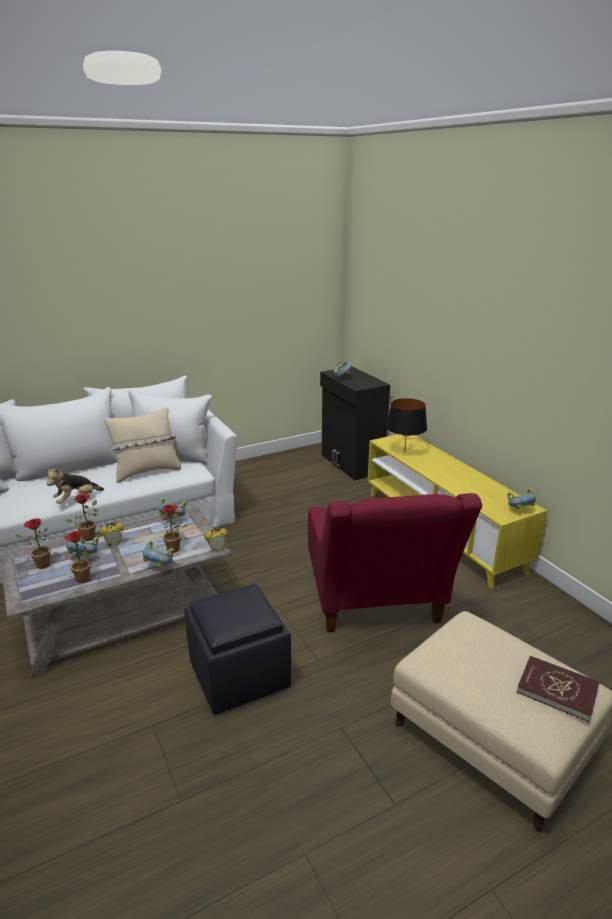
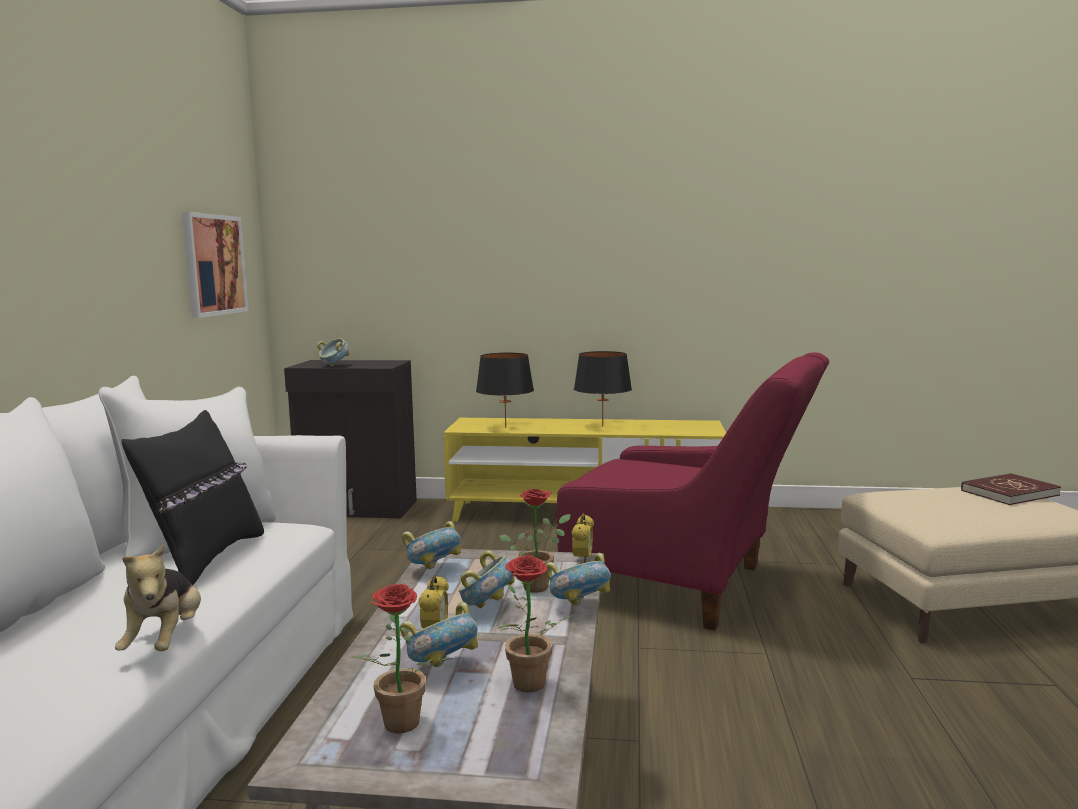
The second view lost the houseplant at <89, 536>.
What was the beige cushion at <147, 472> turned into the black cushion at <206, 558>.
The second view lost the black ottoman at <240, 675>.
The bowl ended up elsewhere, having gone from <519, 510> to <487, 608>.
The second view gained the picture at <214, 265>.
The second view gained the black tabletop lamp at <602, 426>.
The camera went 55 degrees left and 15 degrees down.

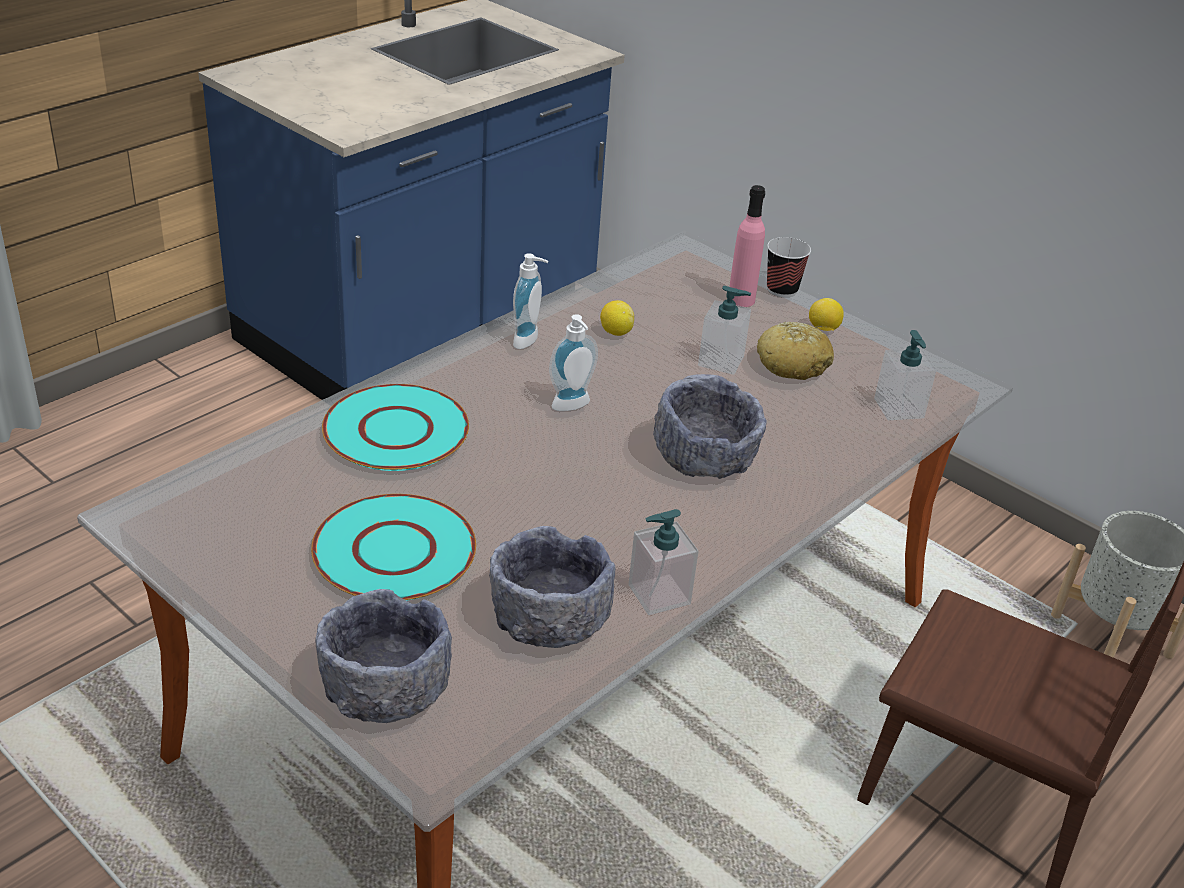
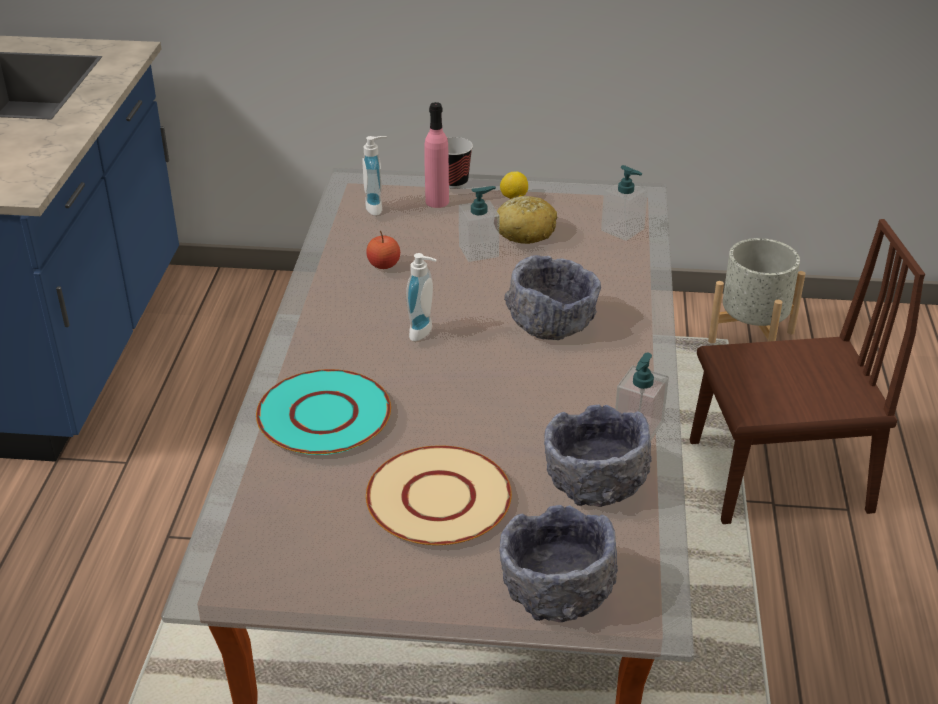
What was the blue-green plate at <395, 551> turned into the beige plate at <440, 498>.
The soap dispenser ended up elsewhere, having gone from <529, 341> to <377, 207>.
Where the whole lemon stood at <616, 332>, the apple fruit came to stand at <383, 265>.
The camera went 35 degrees left and 0 degrees up.

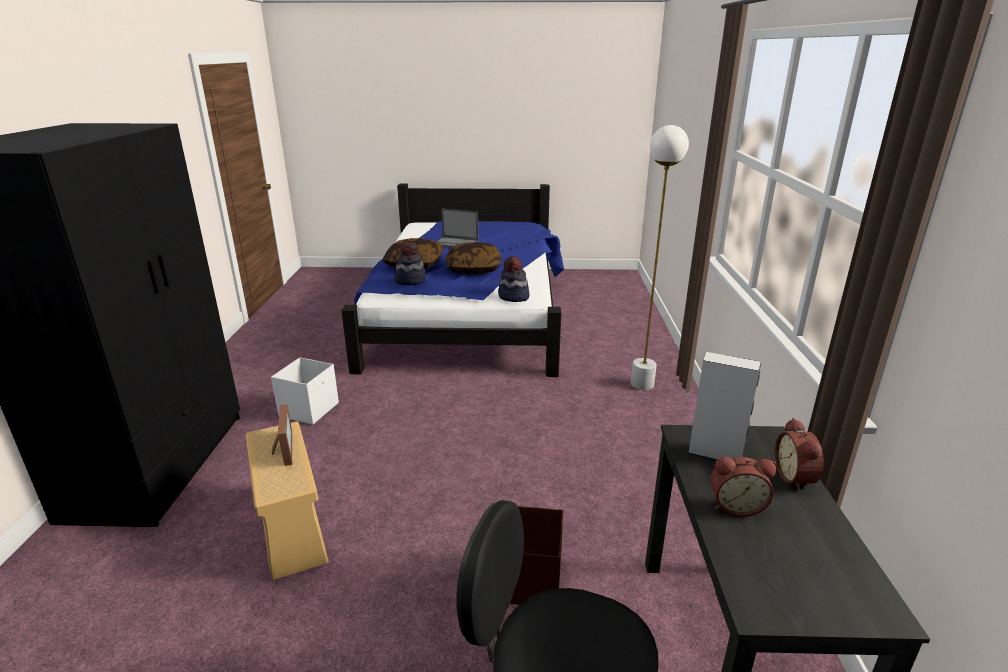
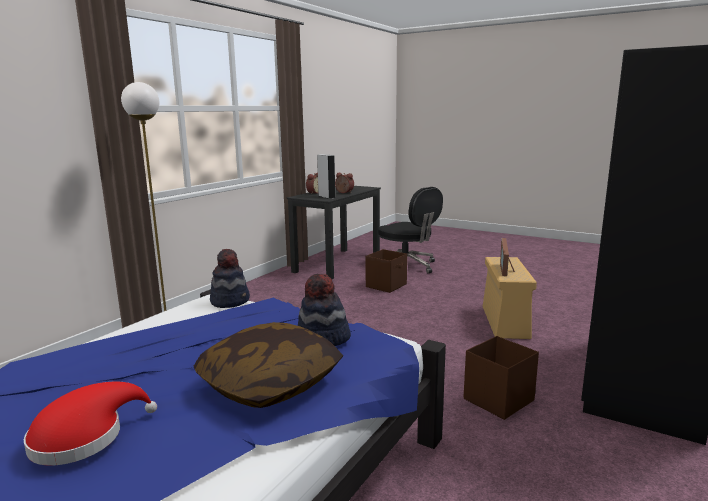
What was the whitish storage bin at <310, 409> turned into the brown storage bin at <497, 400>.
Where the notebook computer stood at <455, 243>, the reddish wearable hat came to stand at <84, 437>.
The second view lost the cushion at <474, 269>.
The camera went 150 degrees left and 10 degrees down.

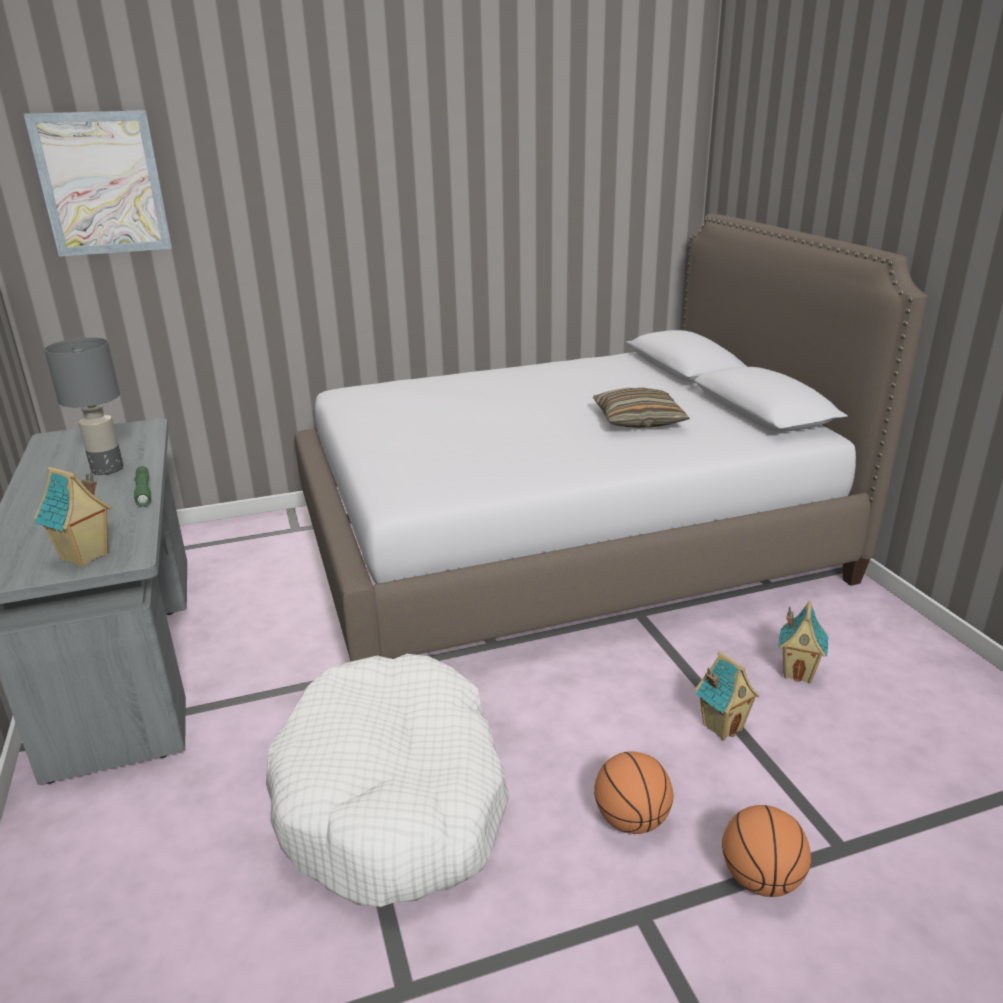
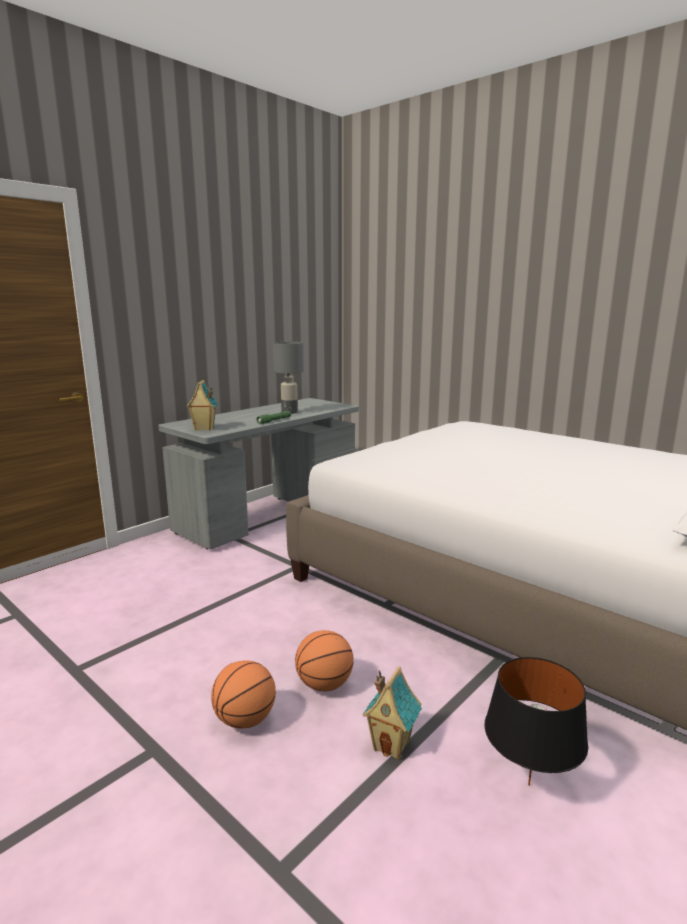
The second view lost the picture at <102, 184>.
The second view lost the whitish pet bed at <394, 798>.
The second view lost the cushion at <638, 420>.
The ball for basketball ended up elsewhere, having gone from <760, 879> to <324, 685>.
Where the toy house stood at <798, 673>, the black tabletop lamp came to stand at <528, 785>.
The camera went 60 degrees right and 10 degrees down.

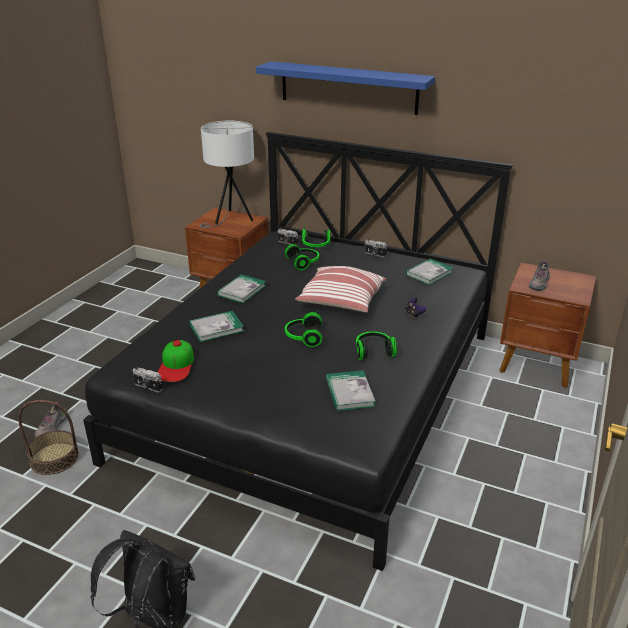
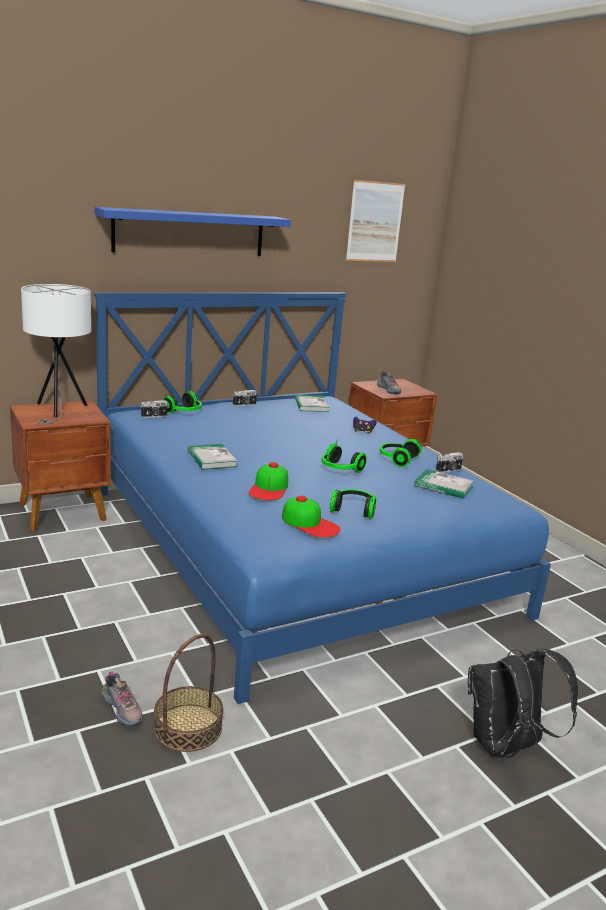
What was the black bedroom bed at <313, 393> turned into the blue-coloured bedroom bed at <293, 549>.
The still camera ended up elsewhere, having gone from <148, 387> to <449, 470>.
Where the volume stood at <216, 328>, the baseball cap came to stand at <269, 488>.
The headset ended up elsewhere, having gone from <304, 263> to <353, 510>.
The second view lost the cushion at <341, 302>.
The second view gained the picture at <375, 222>.
The camera went 55 degrees left and 10 degrees down.

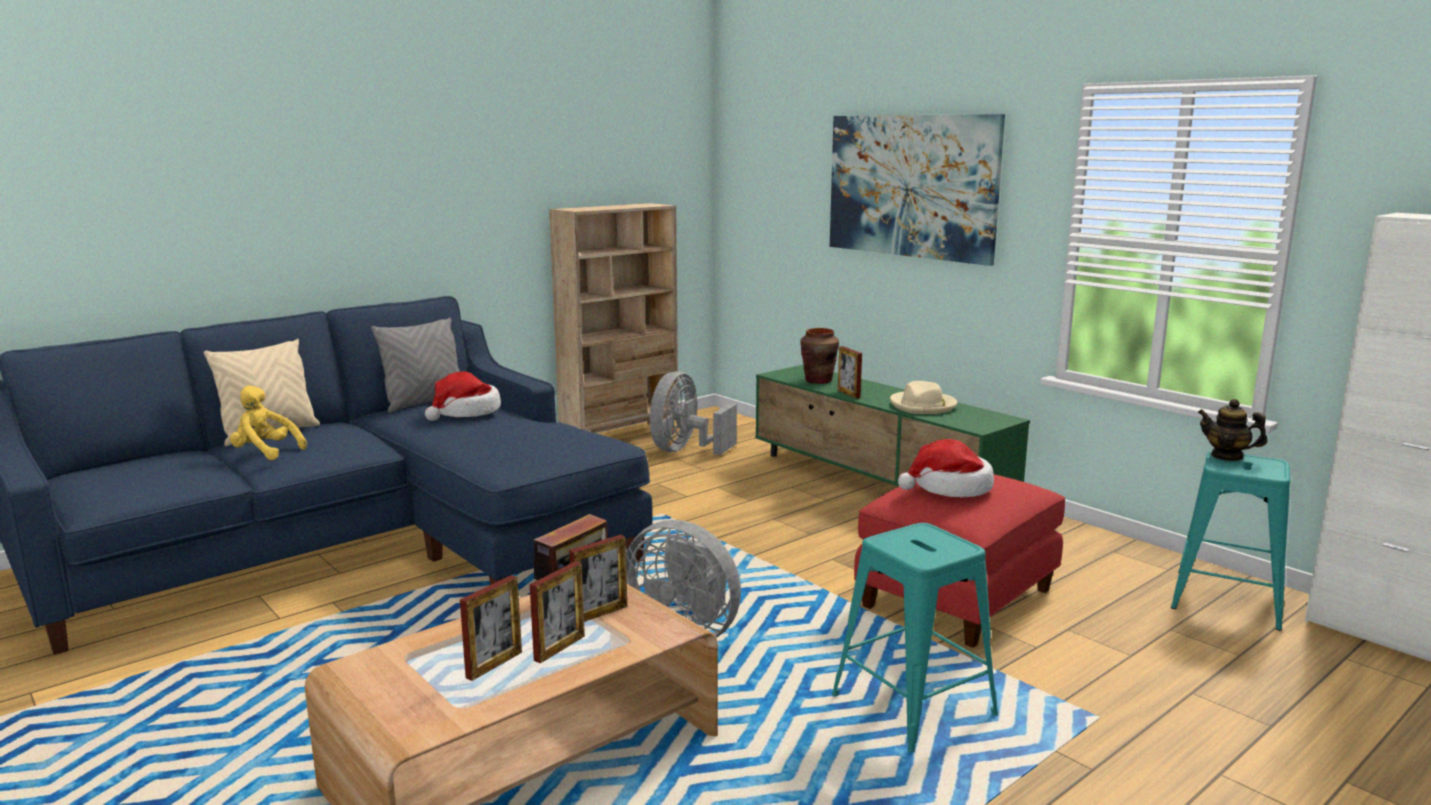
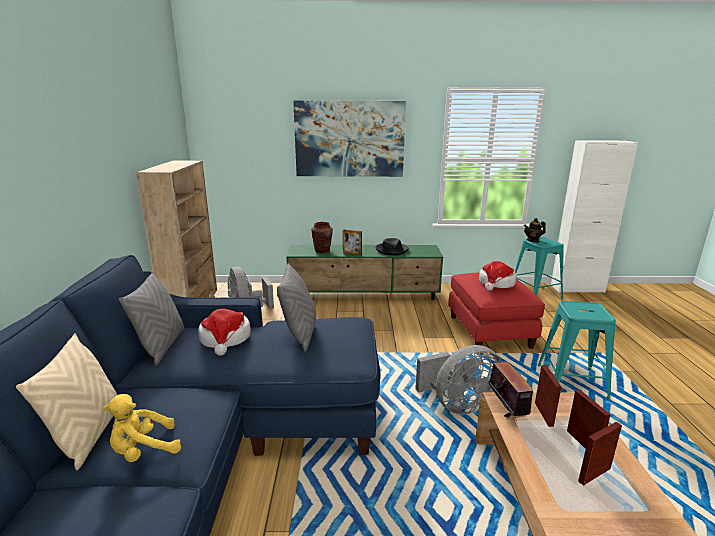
The standing frame at <494, 665> ended up facing another way, 105 degrees counterclockwise from before.
What was the beige wearable hat at <923, 406> turned into the black wearable hat at <392, 250>.
The second view gained the greyish cushion at <300, 334>.
The camera went 50 degrees left and 5 degrees up.

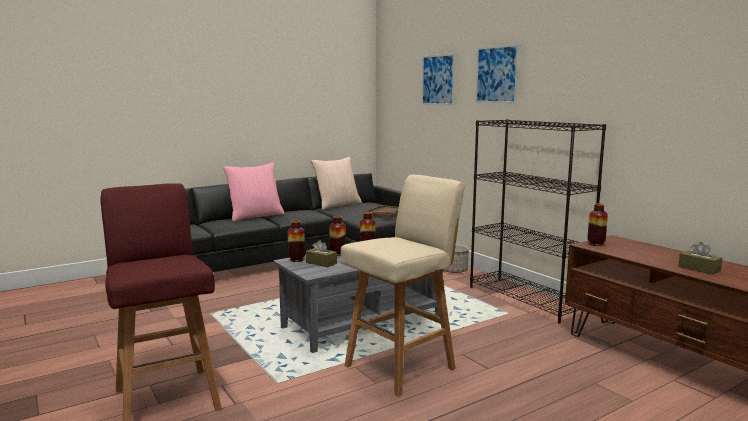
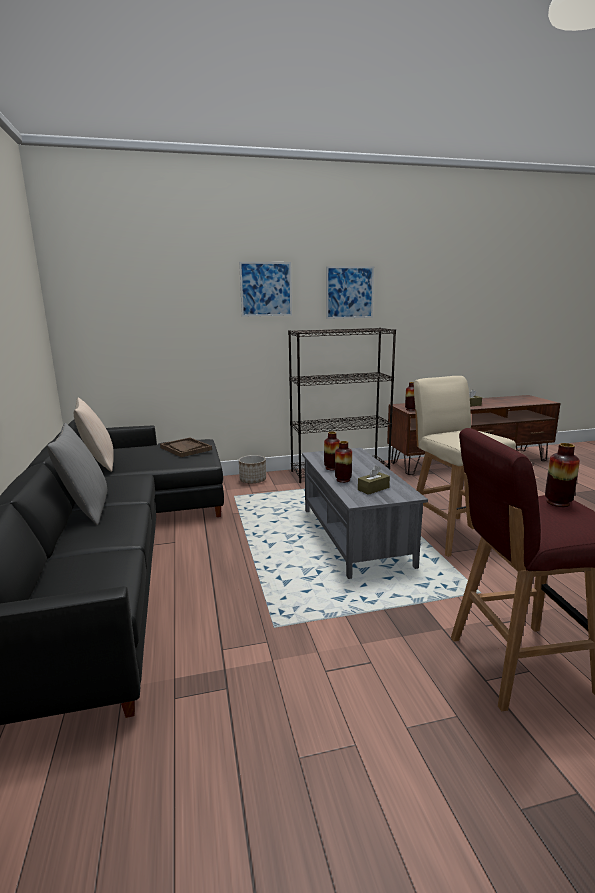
What was the pinkish cushion at <255, 216> turned into the greyish cushion at <86, 509>.
The vase ended up elsewhere, having gone from <296, 259> to <558, 503>.
The picture ended up elsewhere, having gone from <438, 80> to <349, 292>.
The camera went 70 degrees left and 5 degrees up.

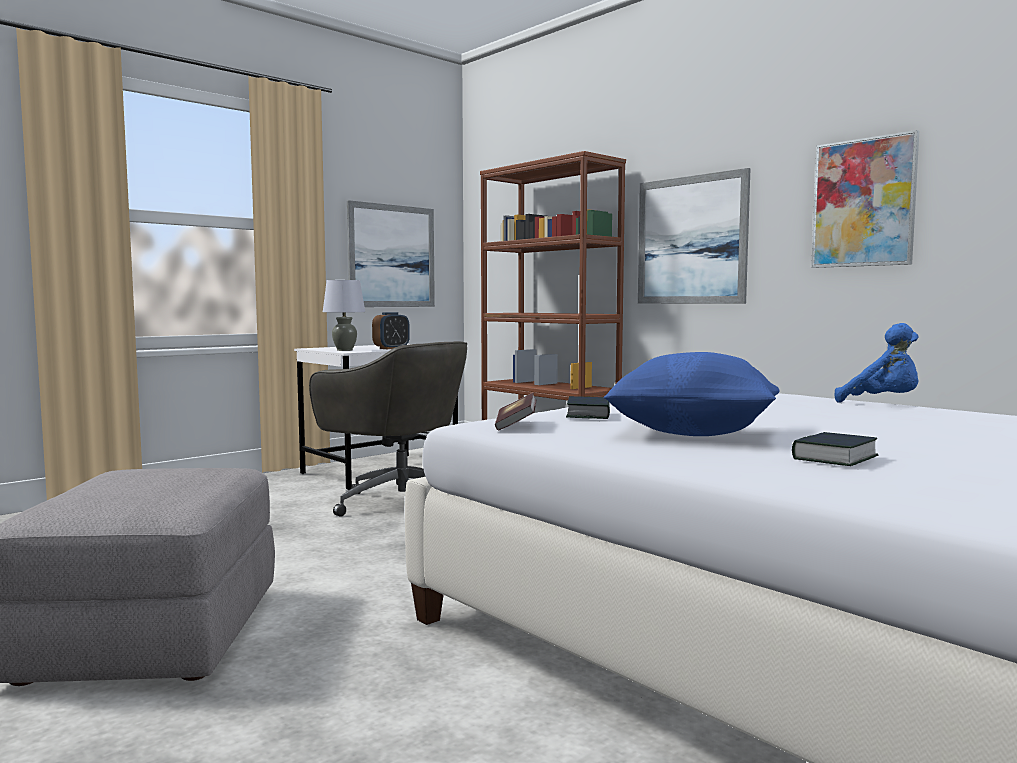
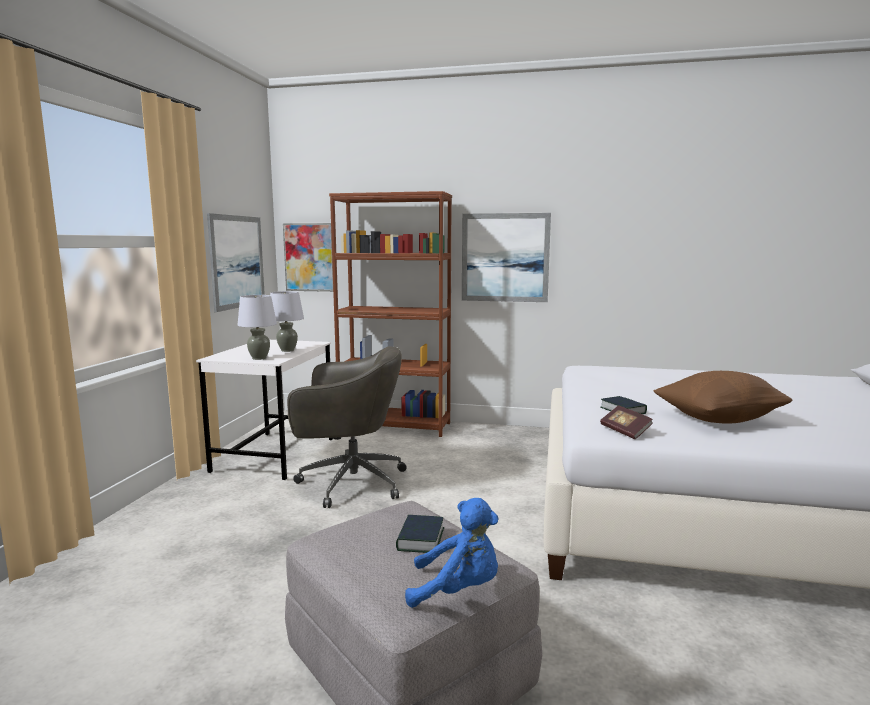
Where the table clock stood at <391, 348>, the greyish tabletop lamp came to stand at <287, 350>.
What was the blue-coloured cushion at <693, 433> turned into the brown cushion at <718, 419>.
The volume ended up elsewhere, having gone from <834, 458> to <420, 539>.
The picture ended up elsewhere, having gone from <863, 203> to <309, 257>.
The blue-coloured soft toy ended up elsewhere, having gone from <882, 403> to <458, 590>.
The camera went 35 degrees left and 5 degrees up.

